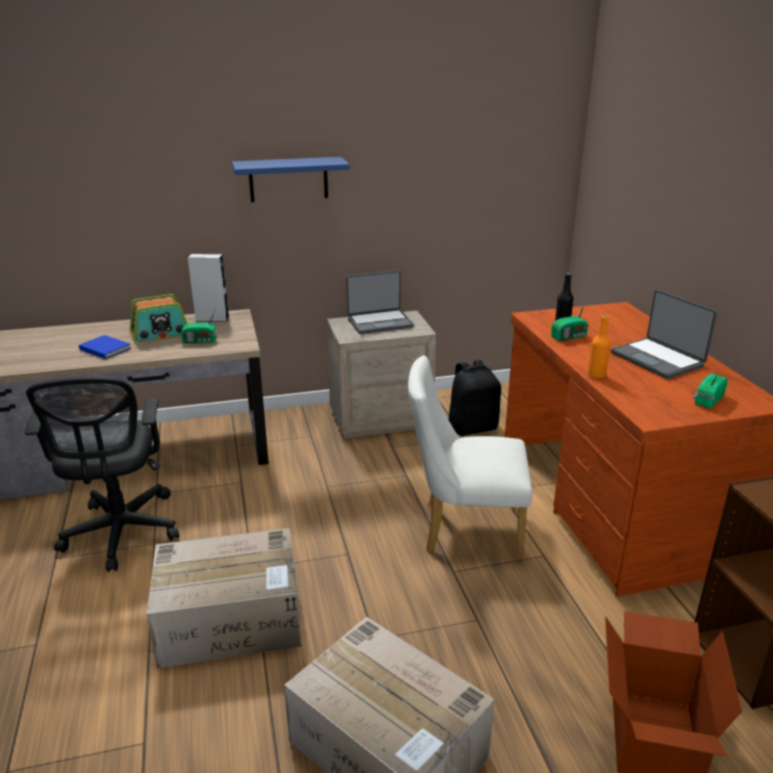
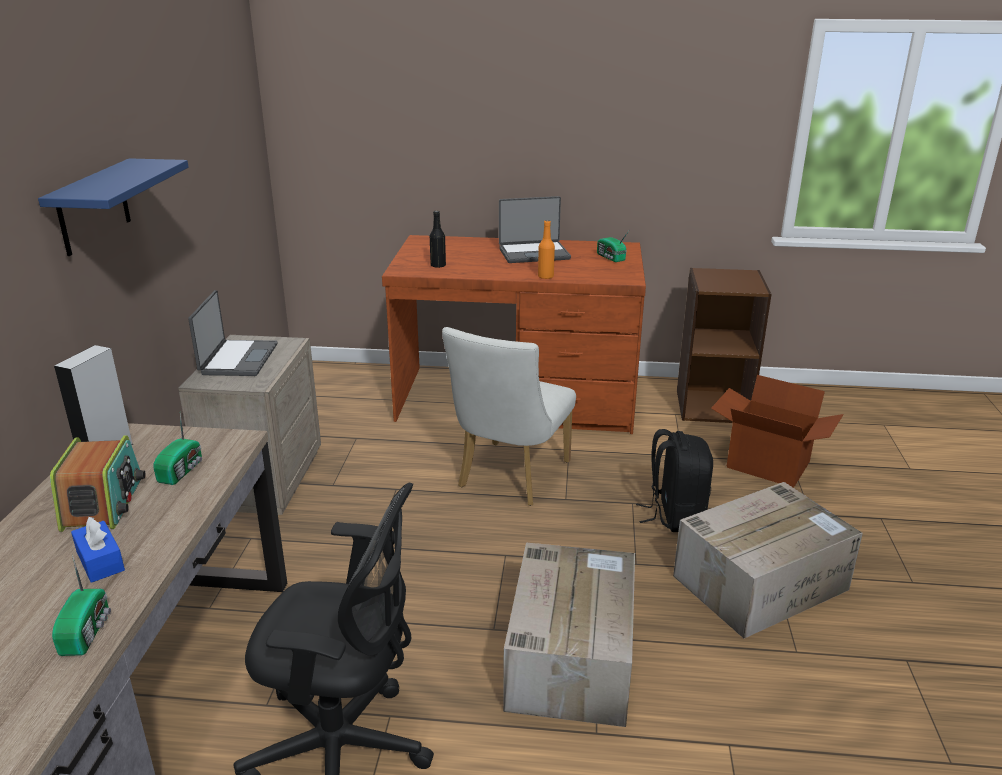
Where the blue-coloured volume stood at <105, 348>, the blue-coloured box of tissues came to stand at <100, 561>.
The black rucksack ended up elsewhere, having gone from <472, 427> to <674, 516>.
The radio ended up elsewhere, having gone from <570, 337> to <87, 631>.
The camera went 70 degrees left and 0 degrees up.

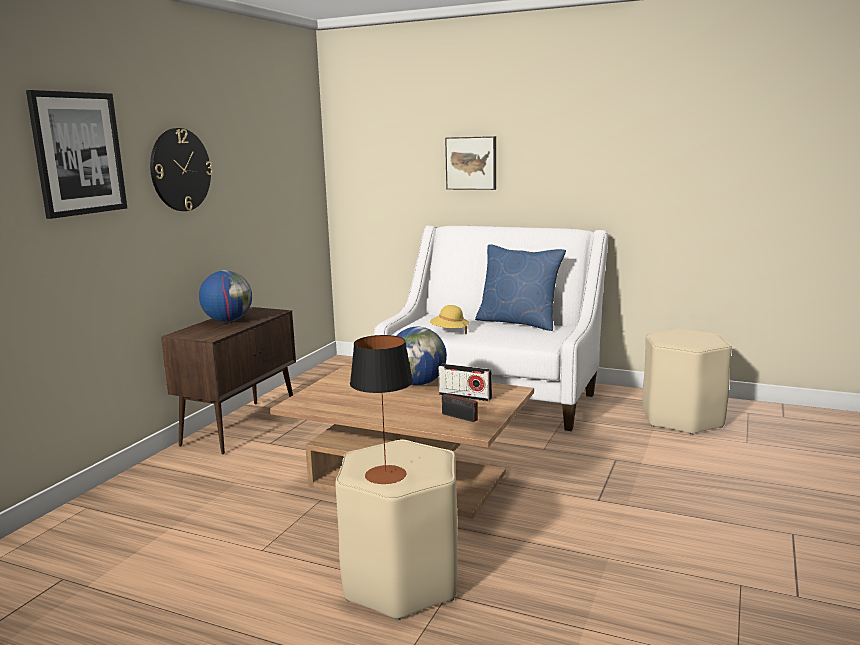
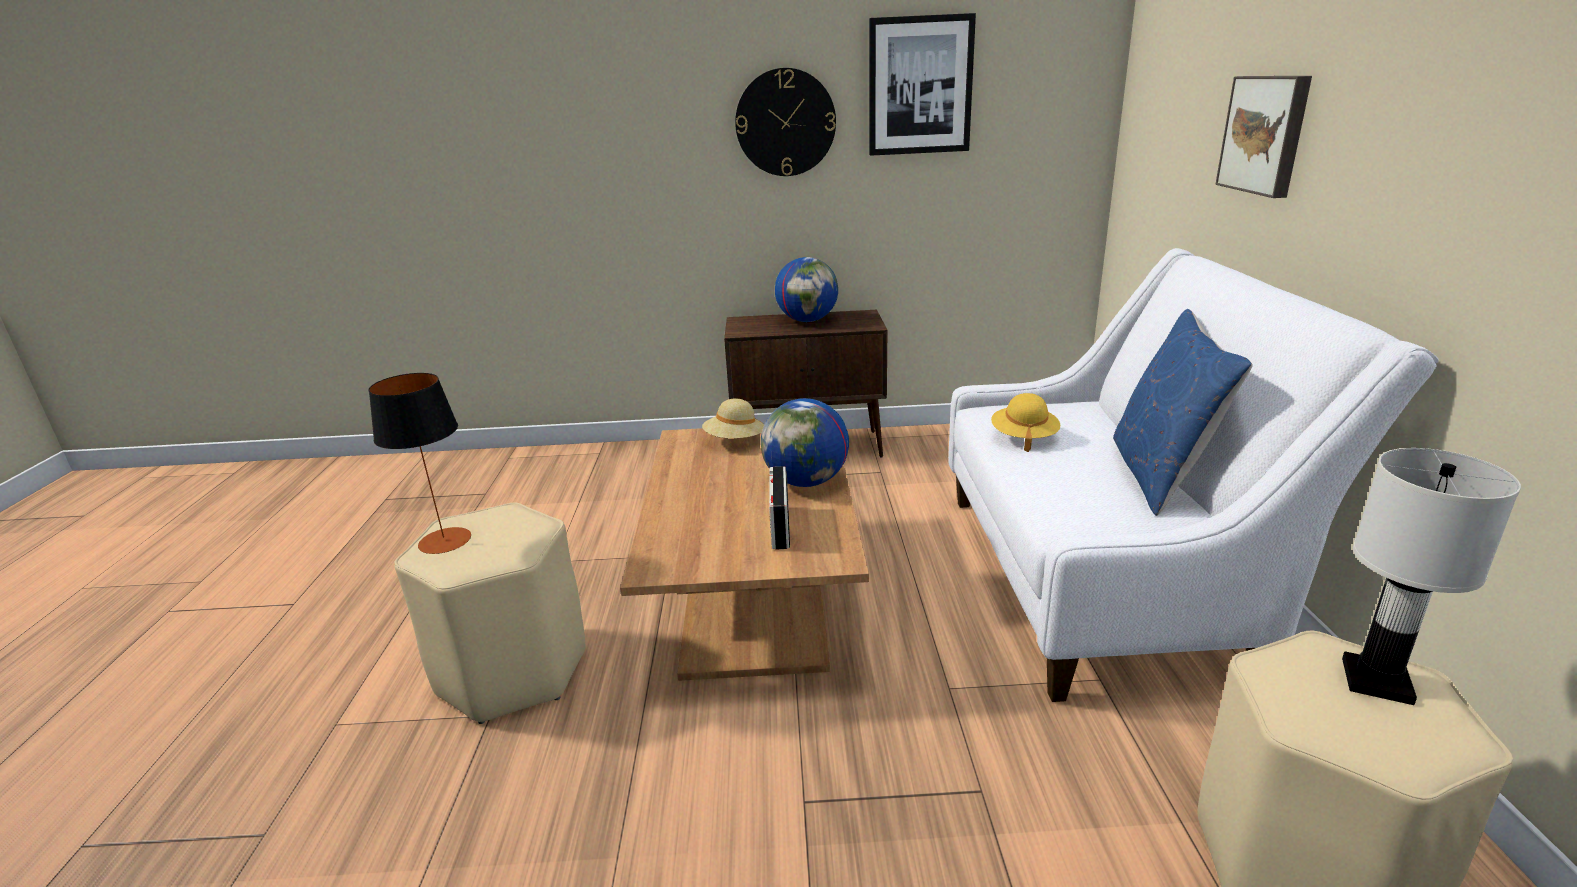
The picture ended up elsewhere, having gone from <78, 153> to <920, 86>.
The second view lost the radio at <461, 417>.
The second view gained the beige wearable hat at <734, 441>.
The second view gained the whitish tabletop lamp at <1375, 680>.
The camera went 65 degrees right and 10 degrees up.

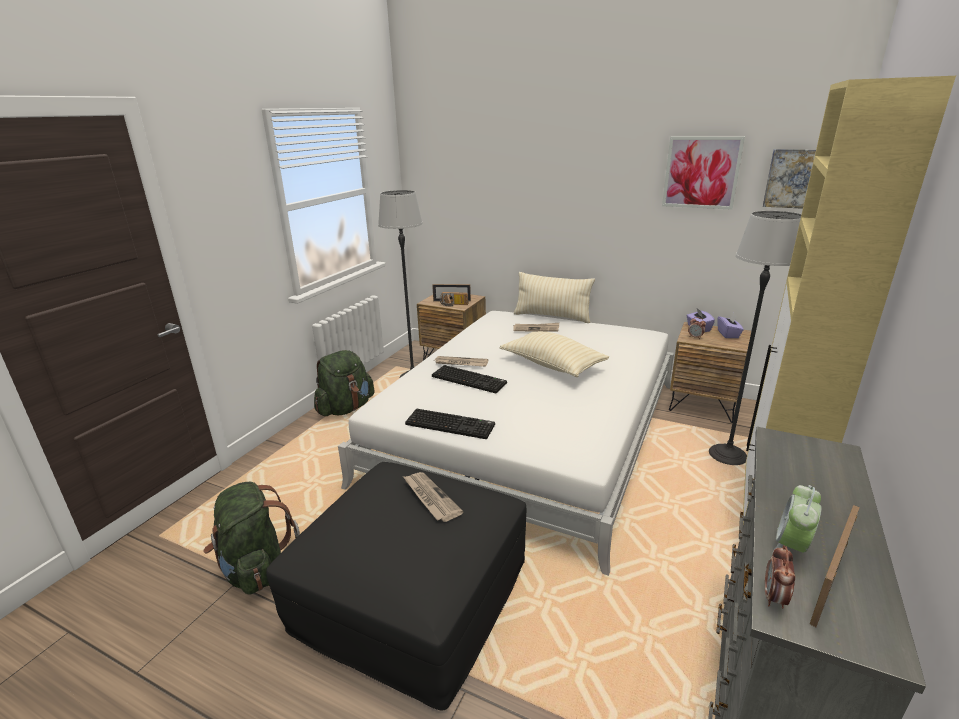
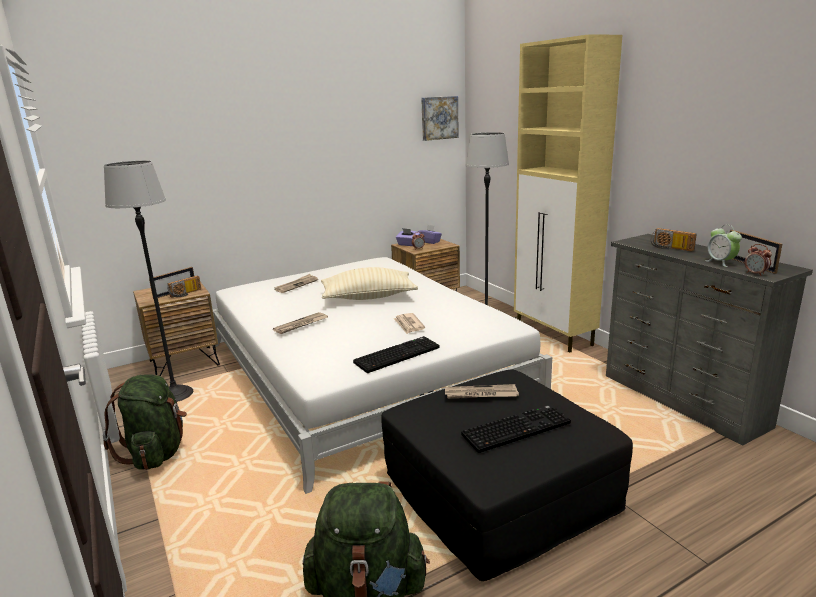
The PC keyboard ended up elsewhere, having gone from <470, 380> to <516, 428>.
The second view lost the beige cushion at <552, 317>.
The second view lost the picture at <701, 172>.
The second view gained the newspaper at <409, 325>.
The second view gained the radio at <670, 248>.
The camera went 55 degrees left and 5 degrees down.

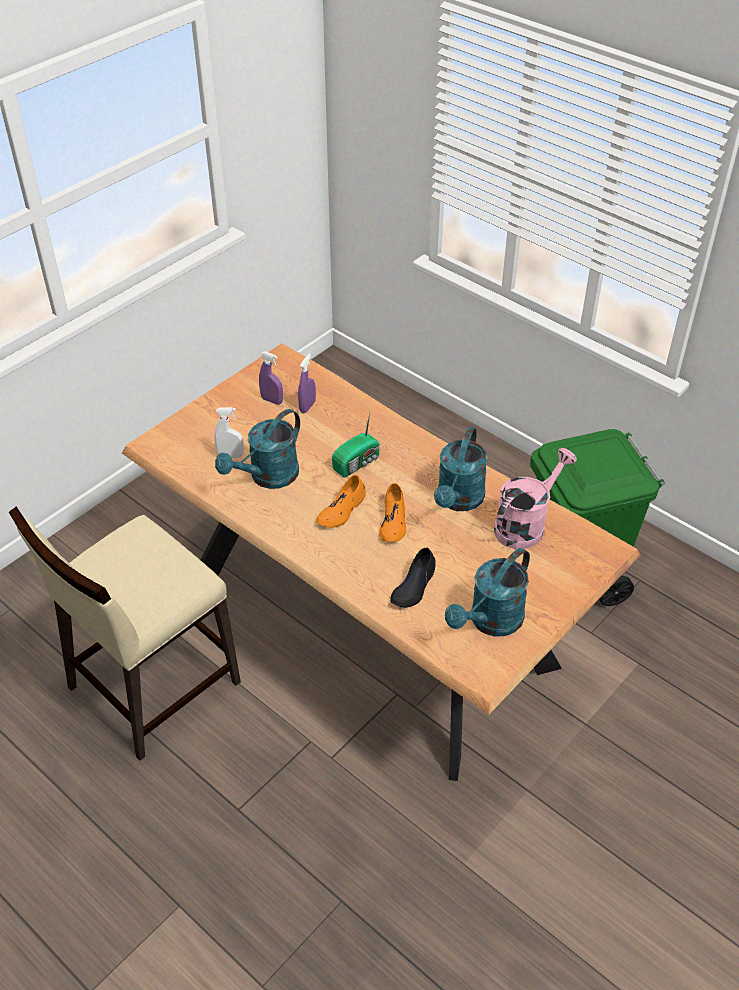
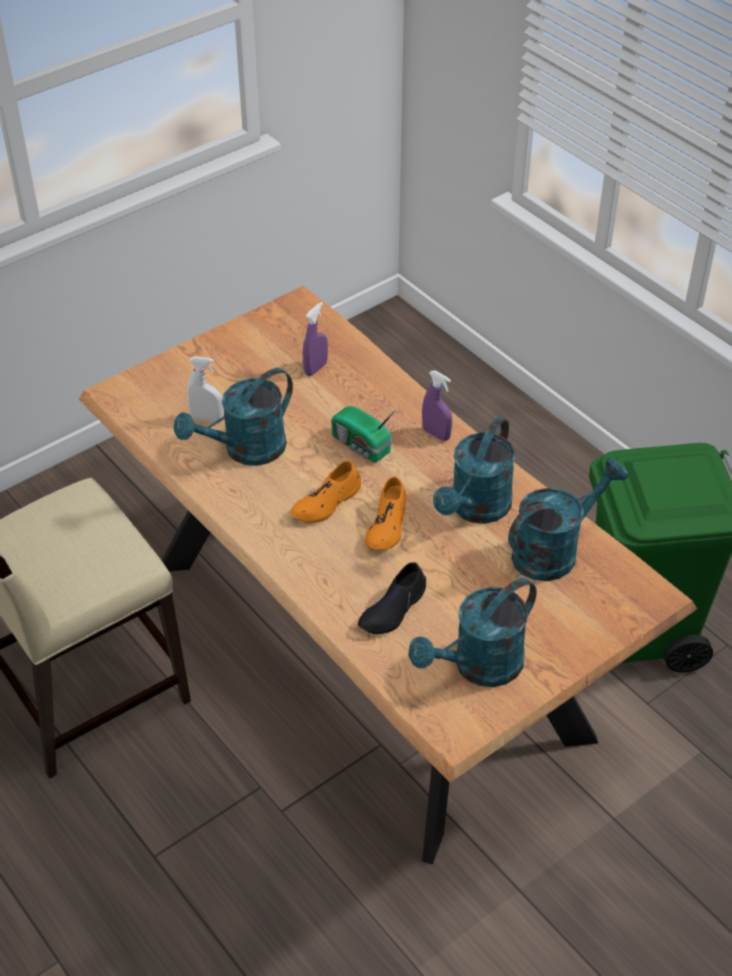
The purple-coloured spray bottle ended up elsewhere, having gone from <272, 400> to <436, 434>.
The radio at <358, 463> ended up facing another way, 75 degrees clockwise from before.
What was the pinkish watering pot at <525, 524> turned into the blue-green watering pot at <554, 550>.
The camera went 10 degrees right and 0 degrees up.

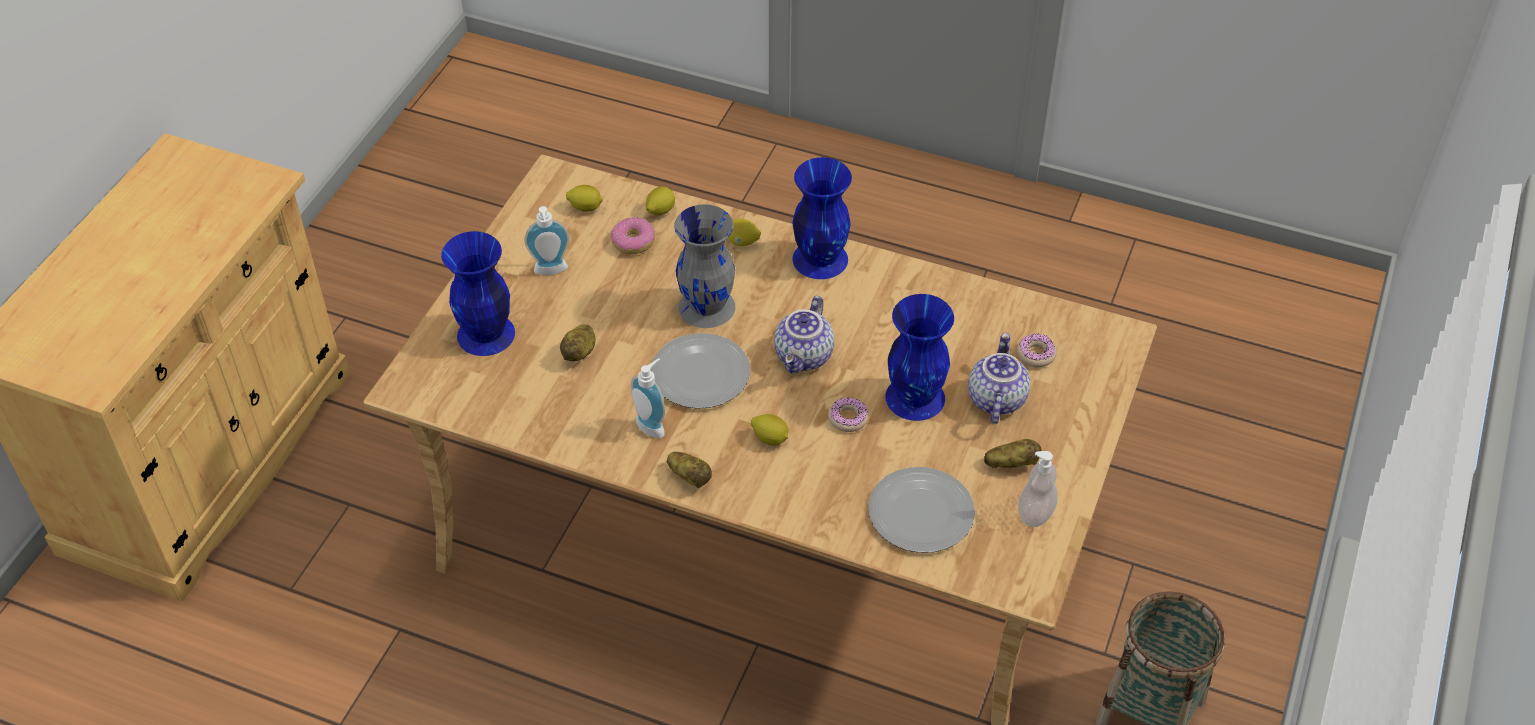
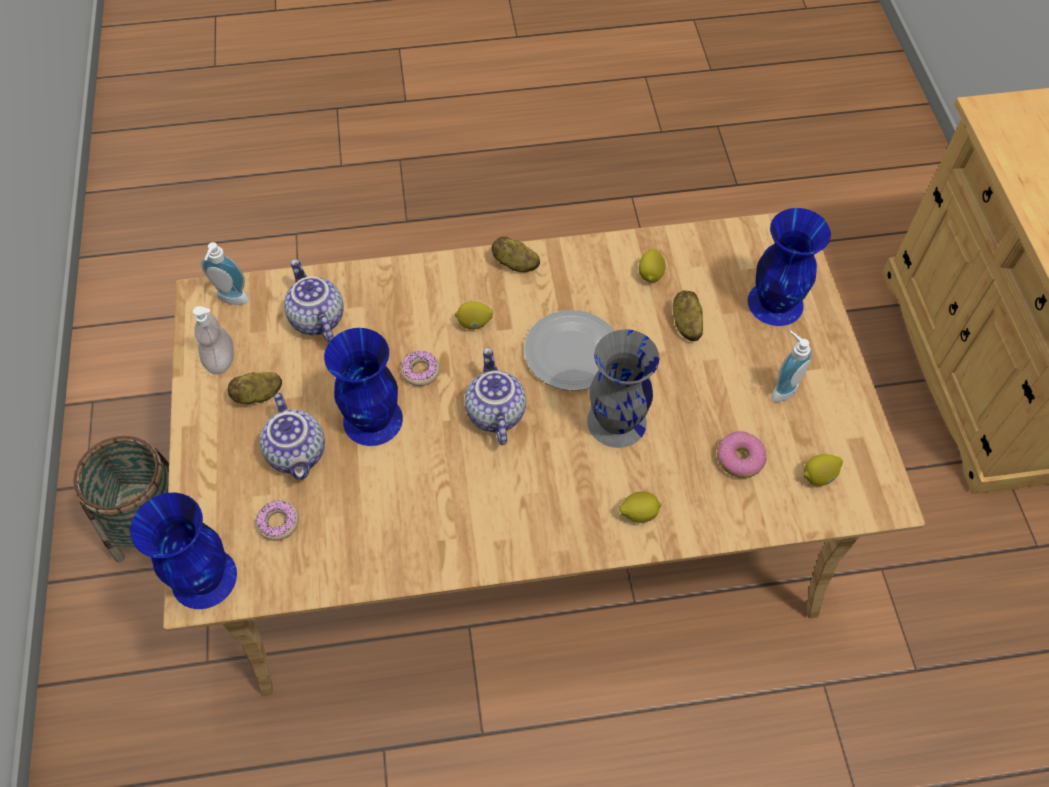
The soap dispenser ended up elsewhere, having gone from <653, 425> to <231, 301>.
The whole lemon ended up elsewhere, having gone from <660, 211> to <650, 274>.
The blue-coloured vase ended up elsewhere, having gone from <819, 258> to <205, 578>.
Where the plate stood at <922, 512>, the teapot came to stand at <316, 319>.
The camera went 150 degrees right and 10 degrees up.

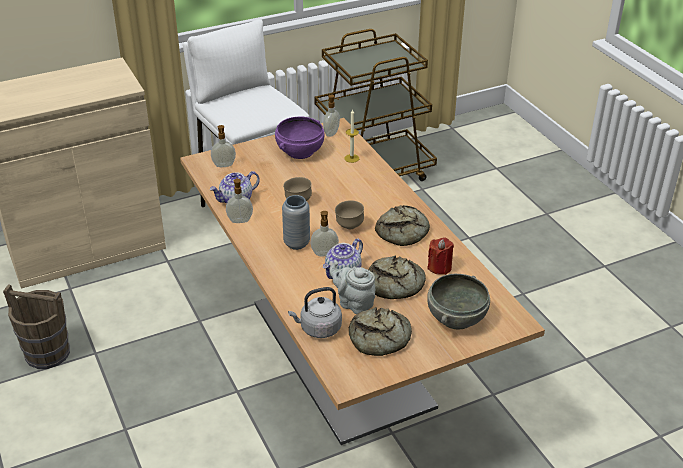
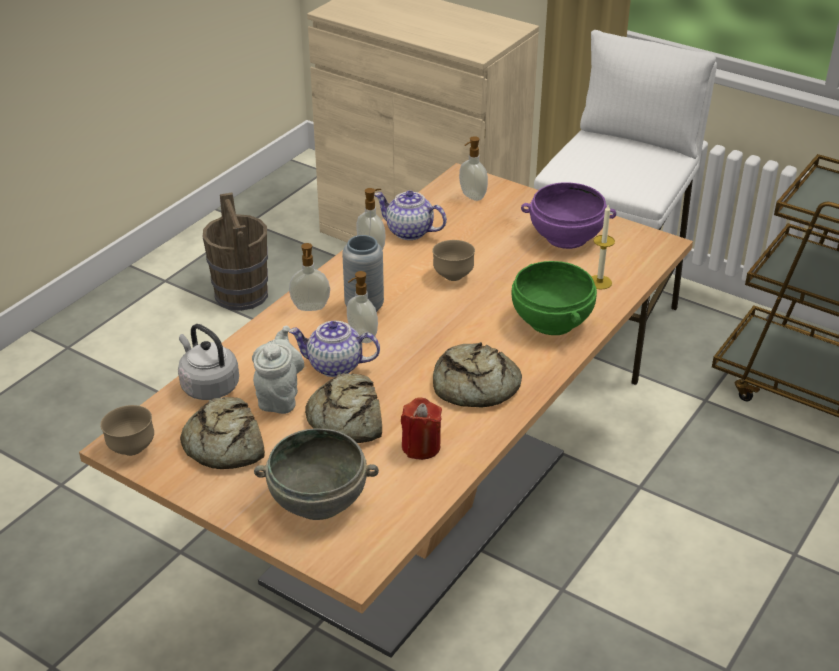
The soap dispenser ended up elsewhere, having gone from <332, 133> to <310, 308>.
The brown bowl ended up elsewhere, having gone from <349, 226> to <131, 448>.
The second view gained the green-coloured bowl at <553, 321>.
The camera went 60 degrees right and 0 degrees up.

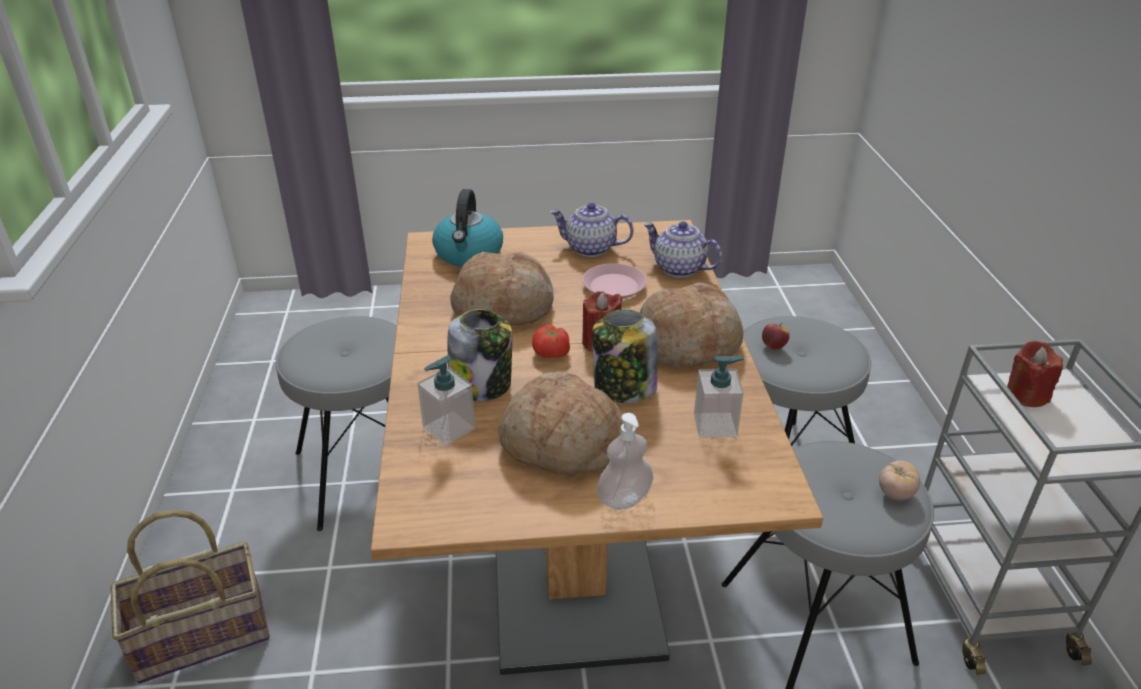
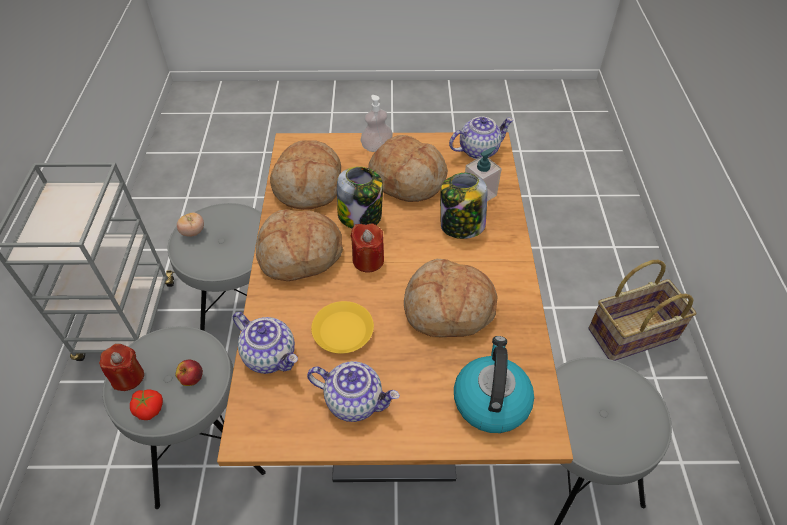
The whole tomato ended up elsewhere, having gone from <551, 353> to <149, 408>.
What was the pinkish plate at <614, 287> turned into the yellow plate at <342, 330>.
Where the soap dispenser stood at <715, 425>, the bakery bread came to stand at <309, 185>.
The reddish wax light ended up elsewhere, having gone from <1026, 395> to <128, 377>.
The second view gained the teapot at <479, 150>.
The camera went 175 degrees left and 15 degrees up.

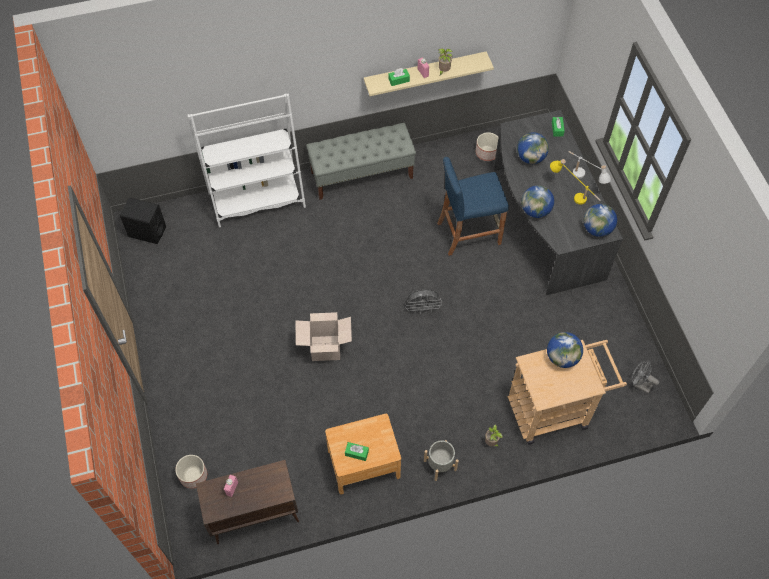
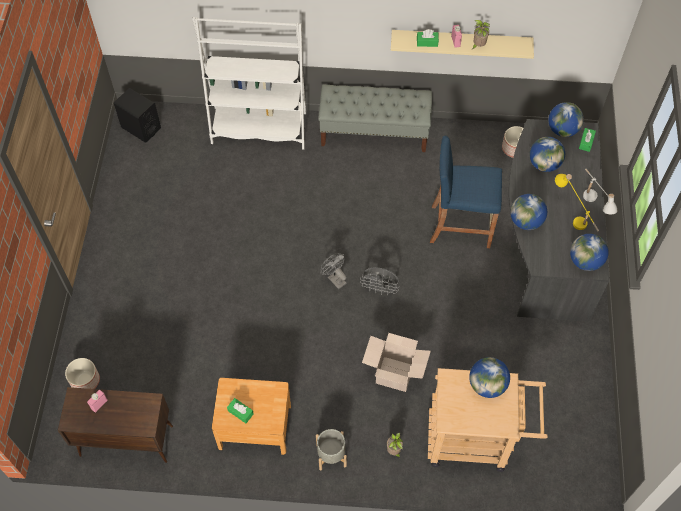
The packing box ended up elsewhere, having gone from <325, 348> to <394, 374>.
The greyish electric fan ended up elsewhere, having gone from <639, 384> to <334, 278>.
The second view gained the globe at <562, 130>.
The camera went 20 degrees right and 0 degrees up.

